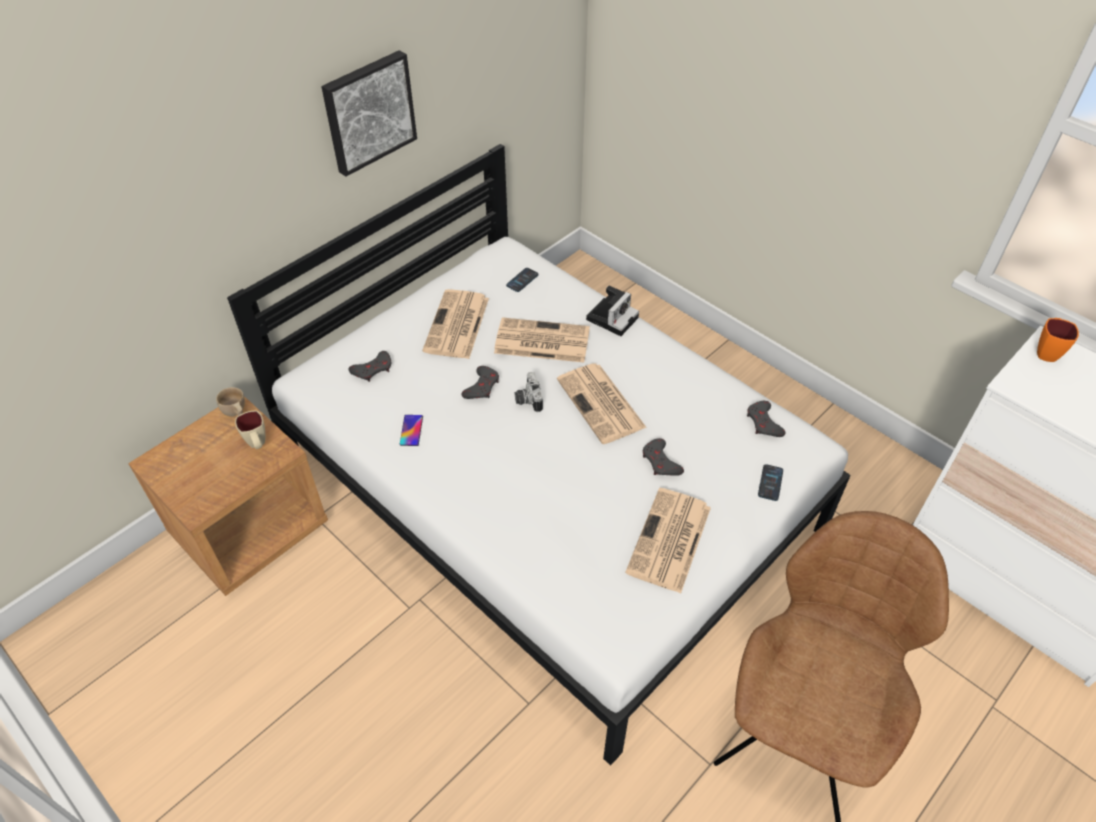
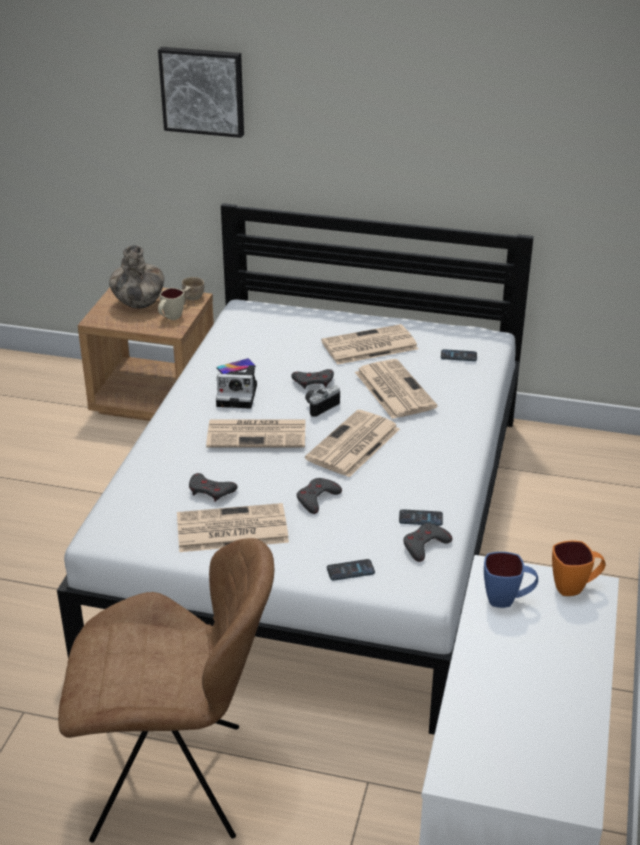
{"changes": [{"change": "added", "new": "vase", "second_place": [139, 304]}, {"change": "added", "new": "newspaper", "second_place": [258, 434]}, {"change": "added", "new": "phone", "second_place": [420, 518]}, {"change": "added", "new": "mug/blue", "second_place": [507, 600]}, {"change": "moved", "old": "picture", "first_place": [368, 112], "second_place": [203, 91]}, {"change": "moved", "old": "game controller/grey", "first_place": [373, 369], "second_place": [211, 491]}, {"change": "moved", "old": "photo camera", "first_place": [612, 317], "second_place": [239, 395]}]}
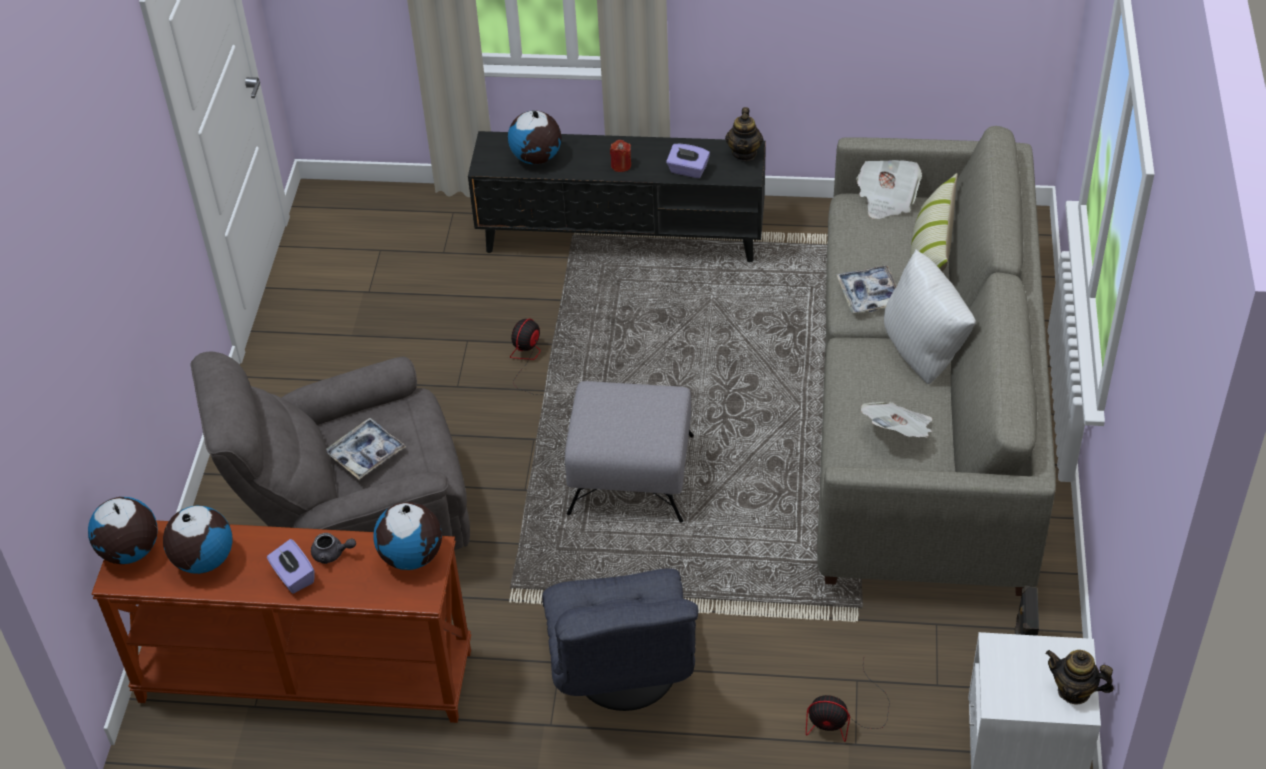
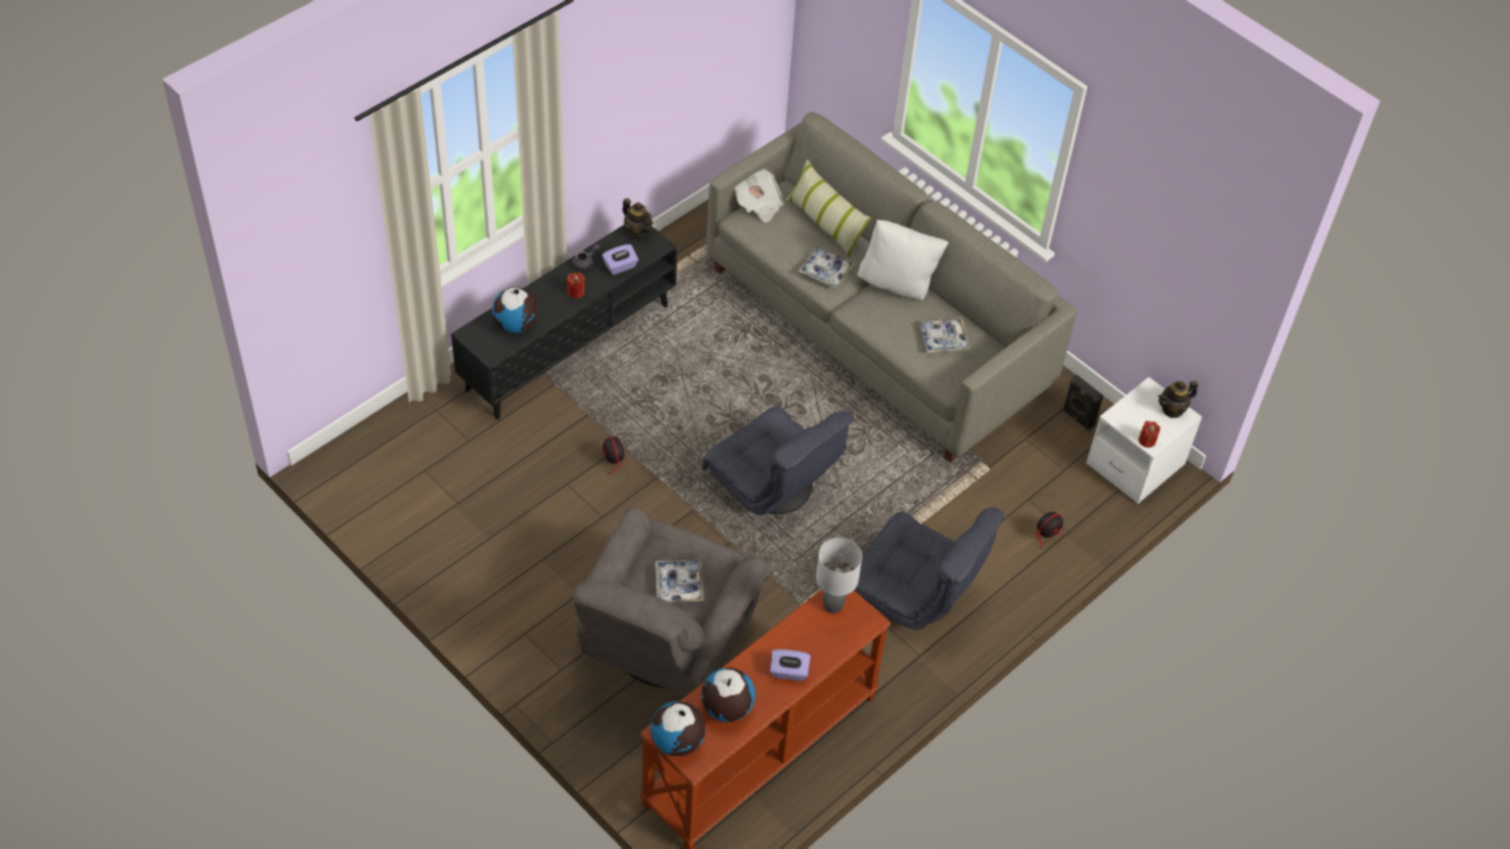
{"changes": [{"change": "added", "new": "candle/red", "second_place": [1147, 440]}, {"change": "moved", "old": "teapot/grey", "first_place": [332, 554], "second_place": [585, 263]}, {"change": "replaced", "old": "globe", "new": "table lamp/grey", "first_place": [412, 556], "second_place": [833, 605]}, {"change": "replaced", "old": "ottoman/grey", "new": "armchair/grey", "first_place": [630, 474], "second_place": [773, 486]}, {"change": "replaced", "old": "newspaper", "new": "tray", "first_place": [898, 432], "second_place": [943, 339]}]}
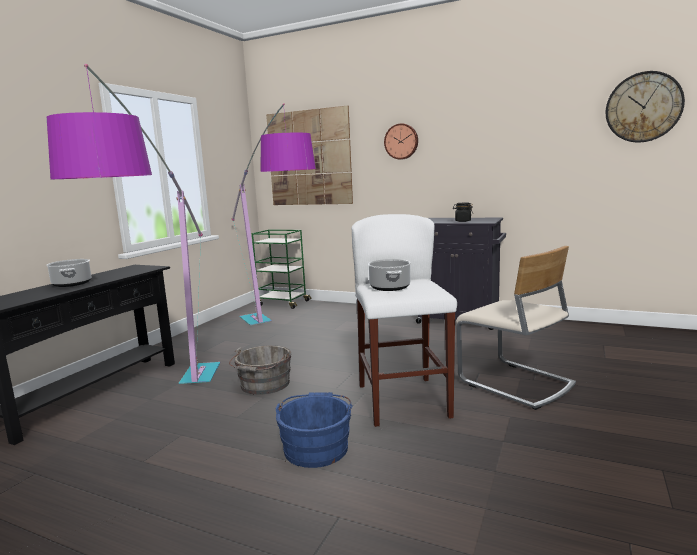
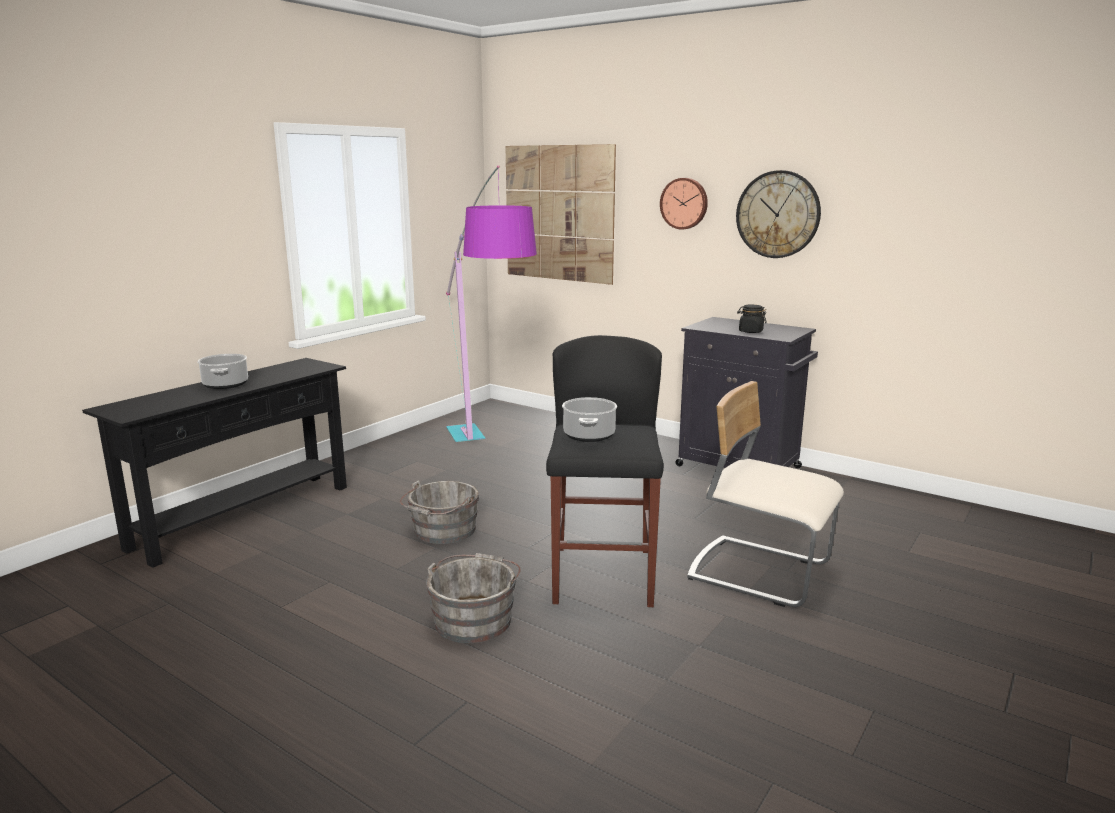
{"changes": [{"change": "removed", "old": "floor lamp", "first_place": [175, 414]}, {"change": "removed", "old": "cart/green", "first_place": [282, 303]}, {"change": "moved", "old": "wall clock", "first_place": [643, 107], "second_place": [778, 214]}, {"change": "recoloured", "old": "bucket/blue", "new": "bucket/grey", "first_place": [316, 446], "second_place": [474, 618]}, {"change": "recoloured", "old": "stool/white", "new": "stool/black", "first_place": [403, 401], "second_place": [603, 576]}, {"change": "turned", "old": "chair/beige", "first_place": [515, 383], "second_place": [759, 572], "degrees": 150}]}
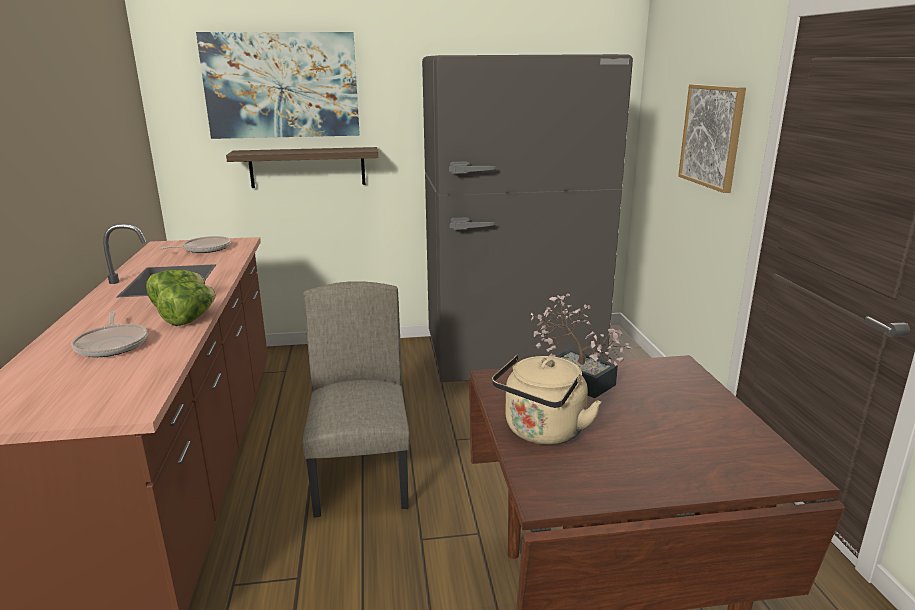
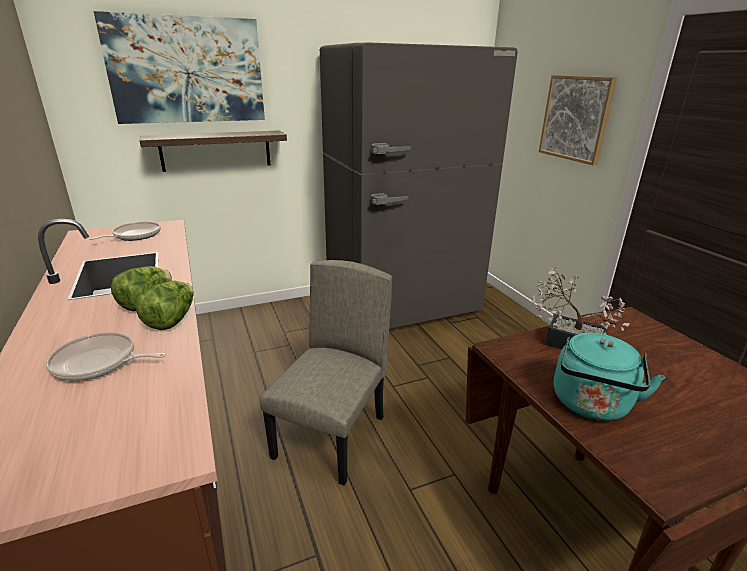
{"changes": [{"change": "recoloured", "old": "kettle/beige", "new": "kettle/turquoise", "first_place": [542, 432], "second_place": [591, 405]}, {"change": "turned", "old": "frying pan", "first_place": [113, 344], "second_place": [98, 362], "degrees": 135}, {"change": "turned", "old": "chair/beige", "first_place": [363, 478], "second_place": [331, 437], "degrees": 45}]}
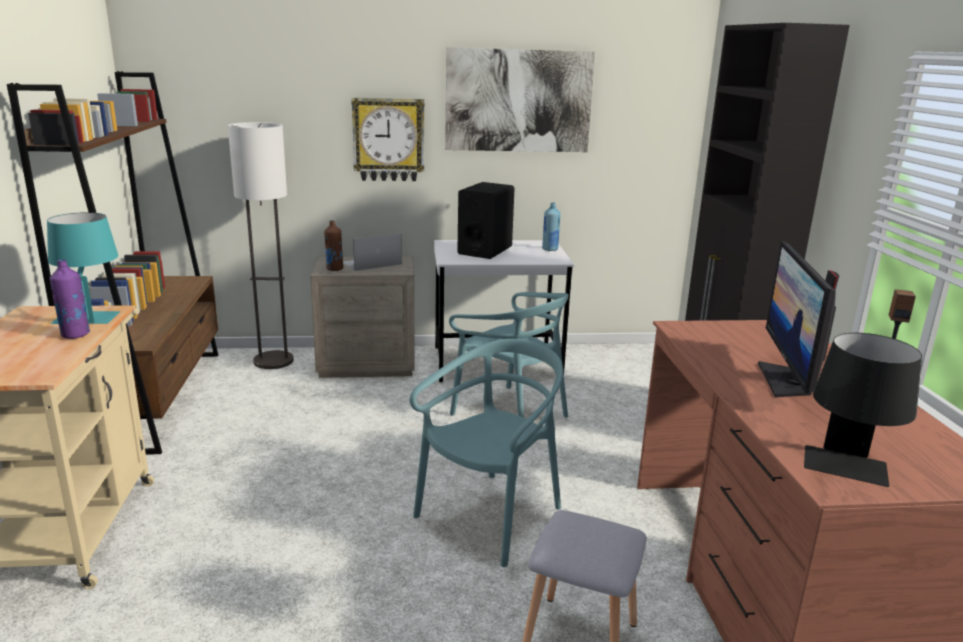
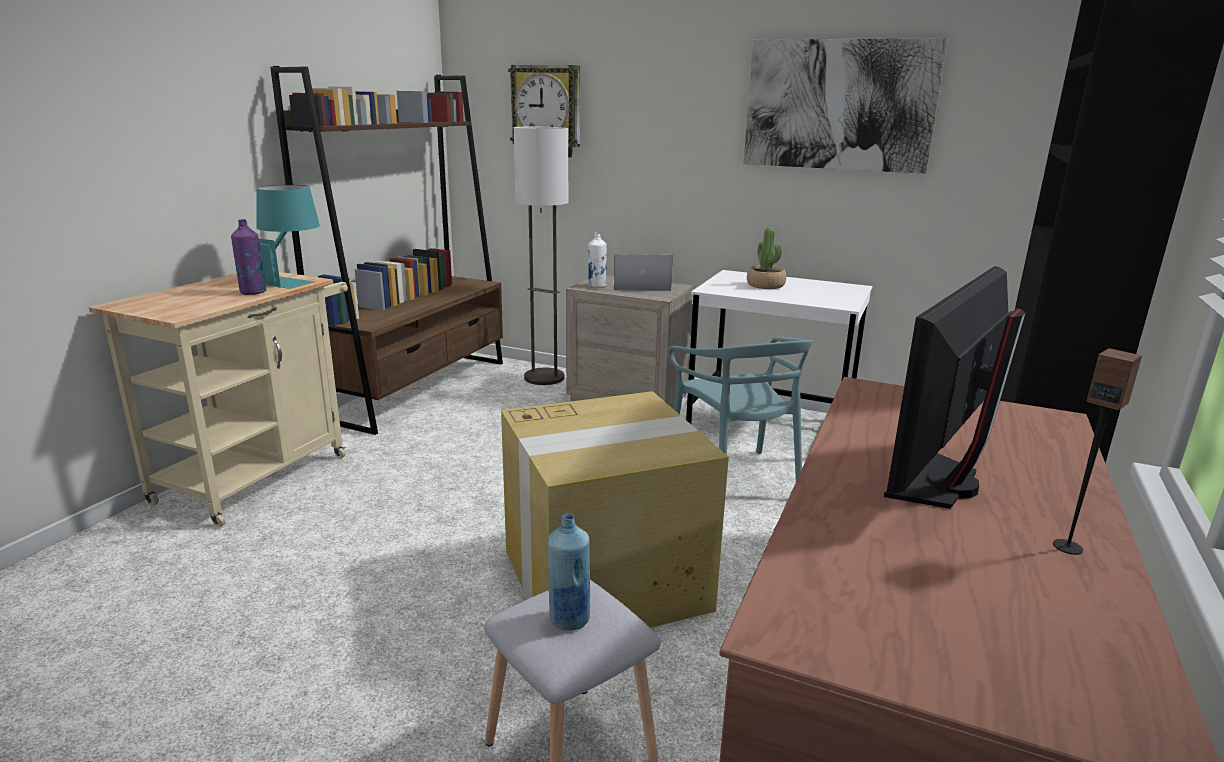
{"changes": [{"change": "removed", "old": "table lamp/black", "first_place": [846, 473]}, {"change": "moved", "old": "wall clock", "first_place": [388, 139], "second_place": [546, 111]}, {"change": "moved", "old": "bottle/blue", "first_place": [550, 249], "second_place": [569, 619]}, {"change": "replaced", "old": "chair/turquoise", "new": "cardboard box", "first_place": [491, 516], "second_place": [607, 579]}, {"change": "replaced", "old": "speaker/black", "new": "potted plant", "first_place": [485, 250], "second_place": [765, 285]}, {"change": "recoloured", "old": "bottle/brown", "new": "bottle/white", "first_place": [334, 269], "second_place": [597, 286]}]}
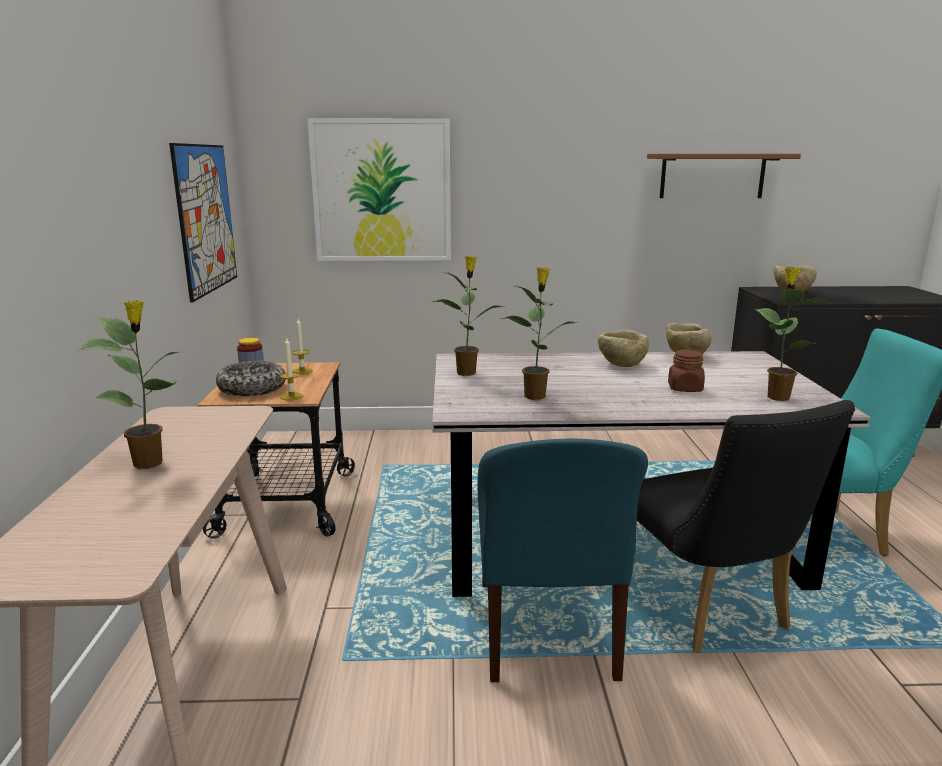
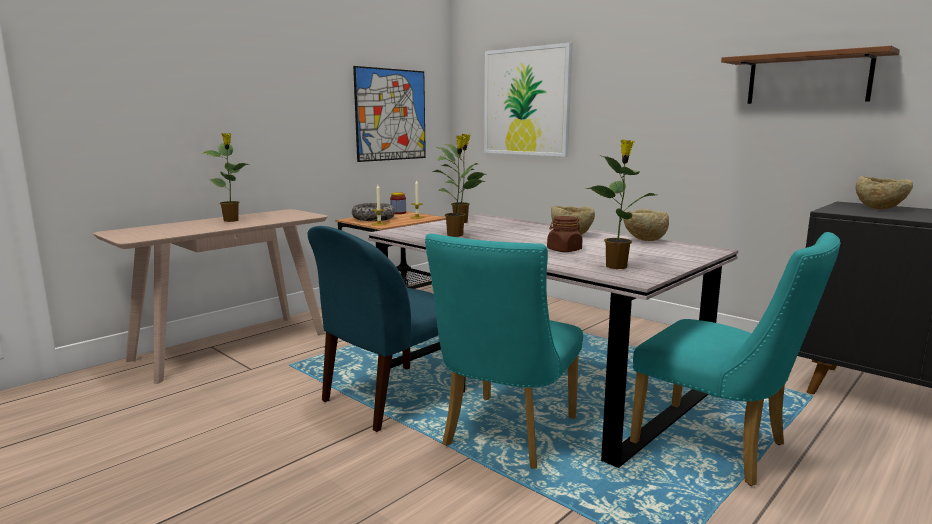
{"changes": [{"change": "recoloured", "old": "chair/black", "new": "chair/turquoise", "first_place": [709, 610], "second_place": [505, 436]}]}
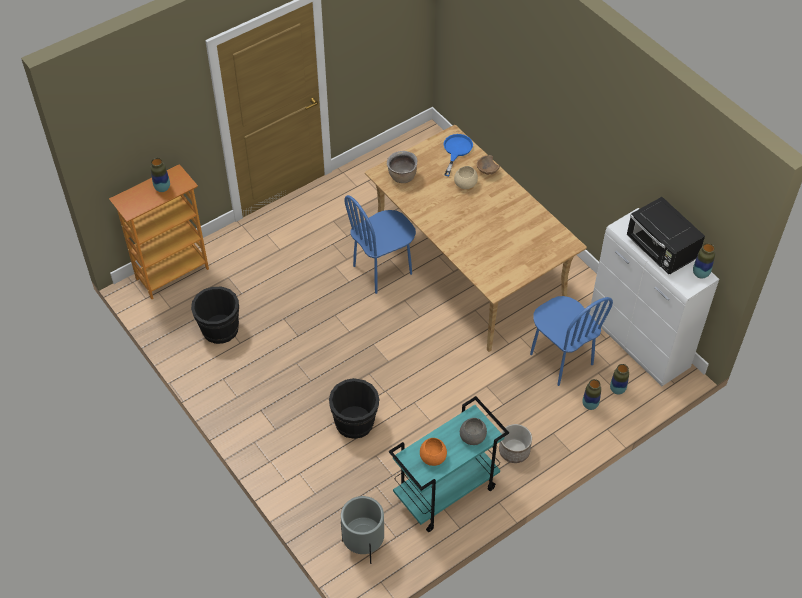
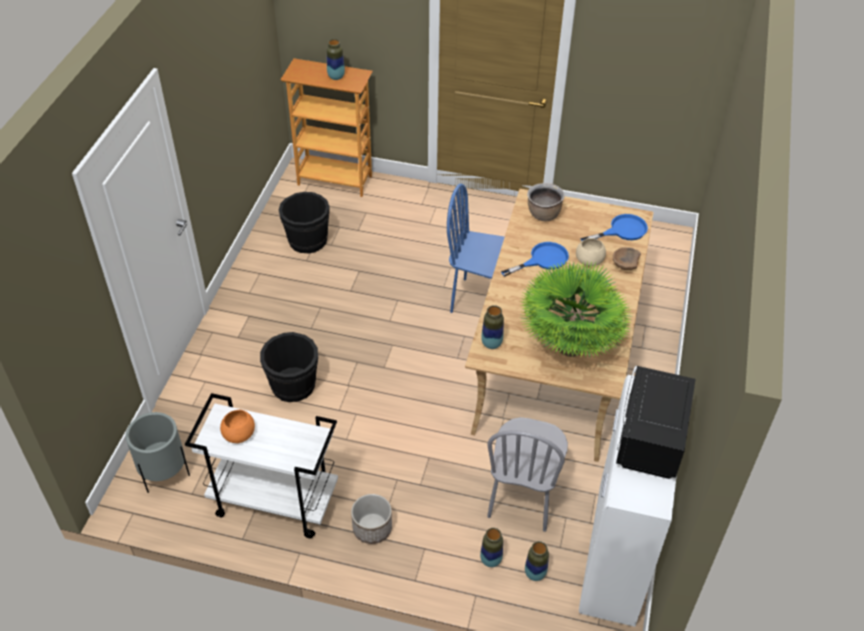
{"changes": [{"change": "removed", "old": "bowl/grey", "first_place": [473, 436]}, {"change": "added", "new": "frying pan/blue", "second_place": [542, 260]}, {"change": "added", "new": "potted plant", "second_place": [570, 346]}, {"change": "moved", "old": "vase", "first_place": [700, 274], "second_place": [491, 344]}, {"change": "recoloured", "old": "cart/turquoise", "new": "cart/white", "first_place": [445, 493], "second_place": [273, 502]}, {"change": "recoloured", "old": "chair/blue", "new": "chair/grey", "first_place": [561, 359], "second_place": [522, 499]}]}
